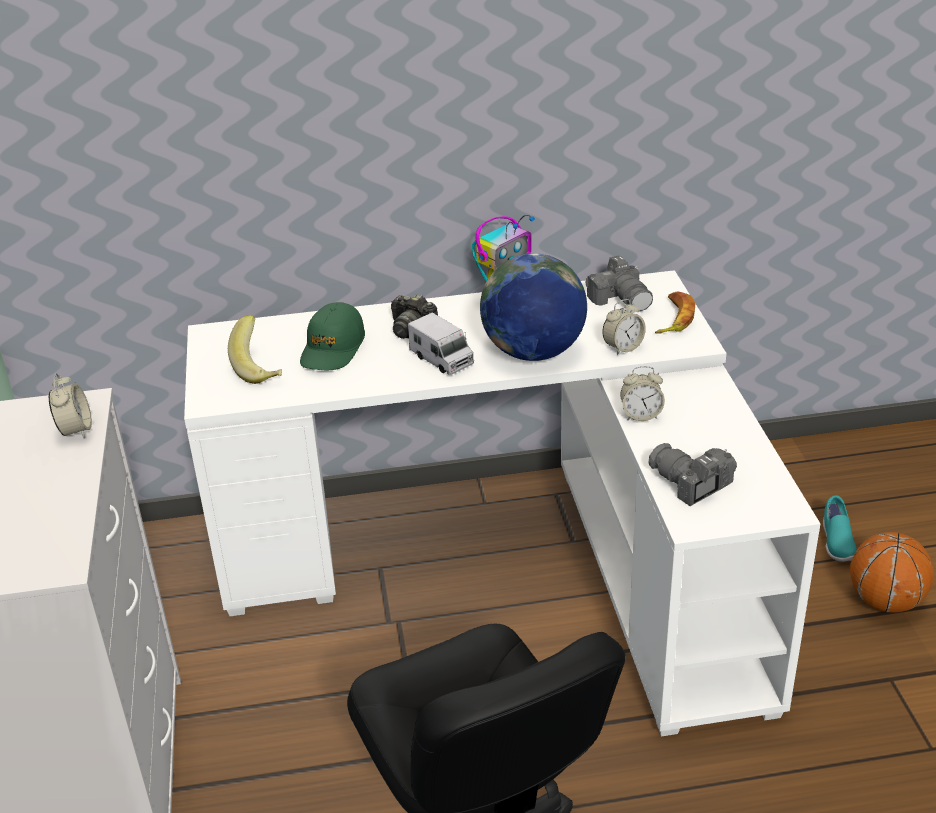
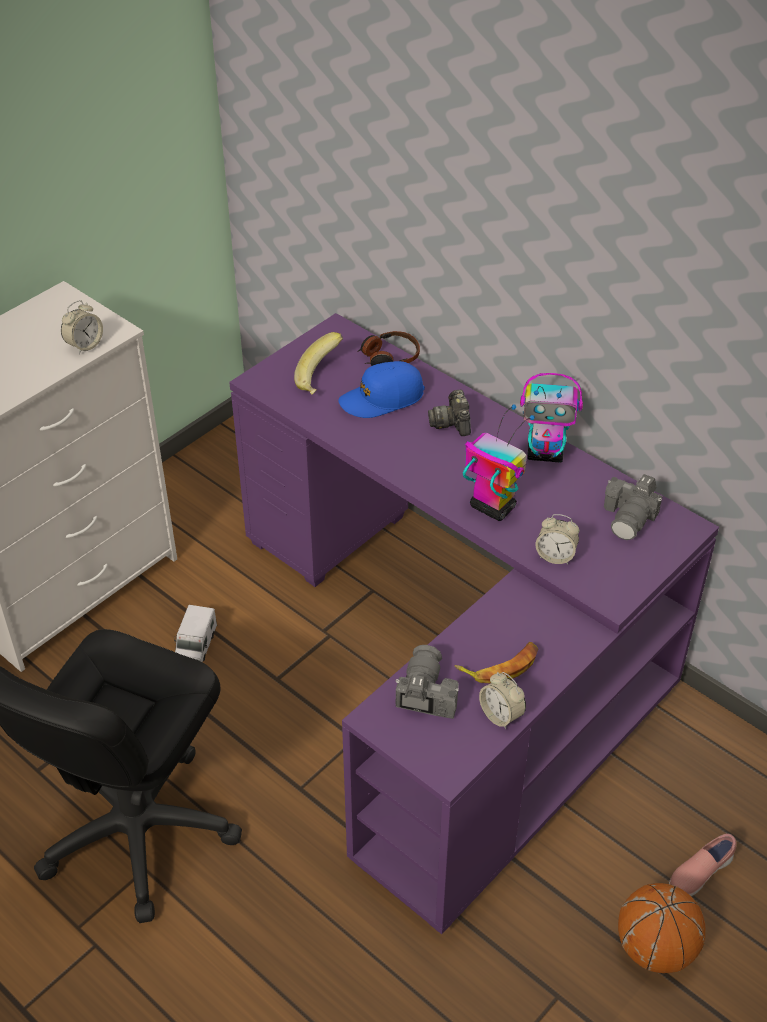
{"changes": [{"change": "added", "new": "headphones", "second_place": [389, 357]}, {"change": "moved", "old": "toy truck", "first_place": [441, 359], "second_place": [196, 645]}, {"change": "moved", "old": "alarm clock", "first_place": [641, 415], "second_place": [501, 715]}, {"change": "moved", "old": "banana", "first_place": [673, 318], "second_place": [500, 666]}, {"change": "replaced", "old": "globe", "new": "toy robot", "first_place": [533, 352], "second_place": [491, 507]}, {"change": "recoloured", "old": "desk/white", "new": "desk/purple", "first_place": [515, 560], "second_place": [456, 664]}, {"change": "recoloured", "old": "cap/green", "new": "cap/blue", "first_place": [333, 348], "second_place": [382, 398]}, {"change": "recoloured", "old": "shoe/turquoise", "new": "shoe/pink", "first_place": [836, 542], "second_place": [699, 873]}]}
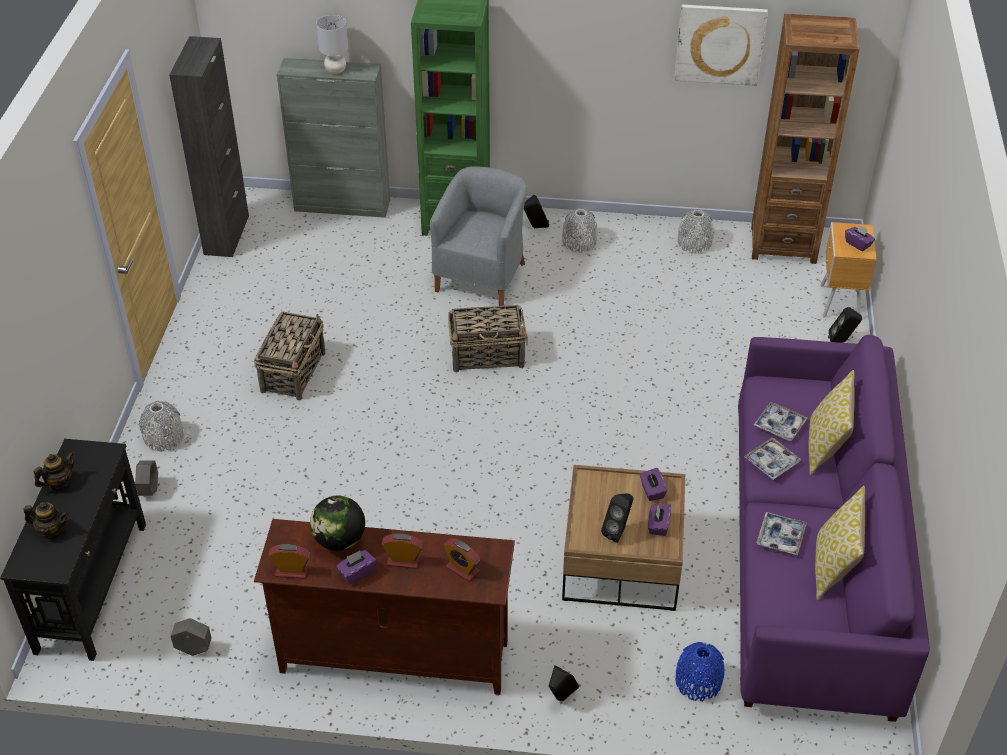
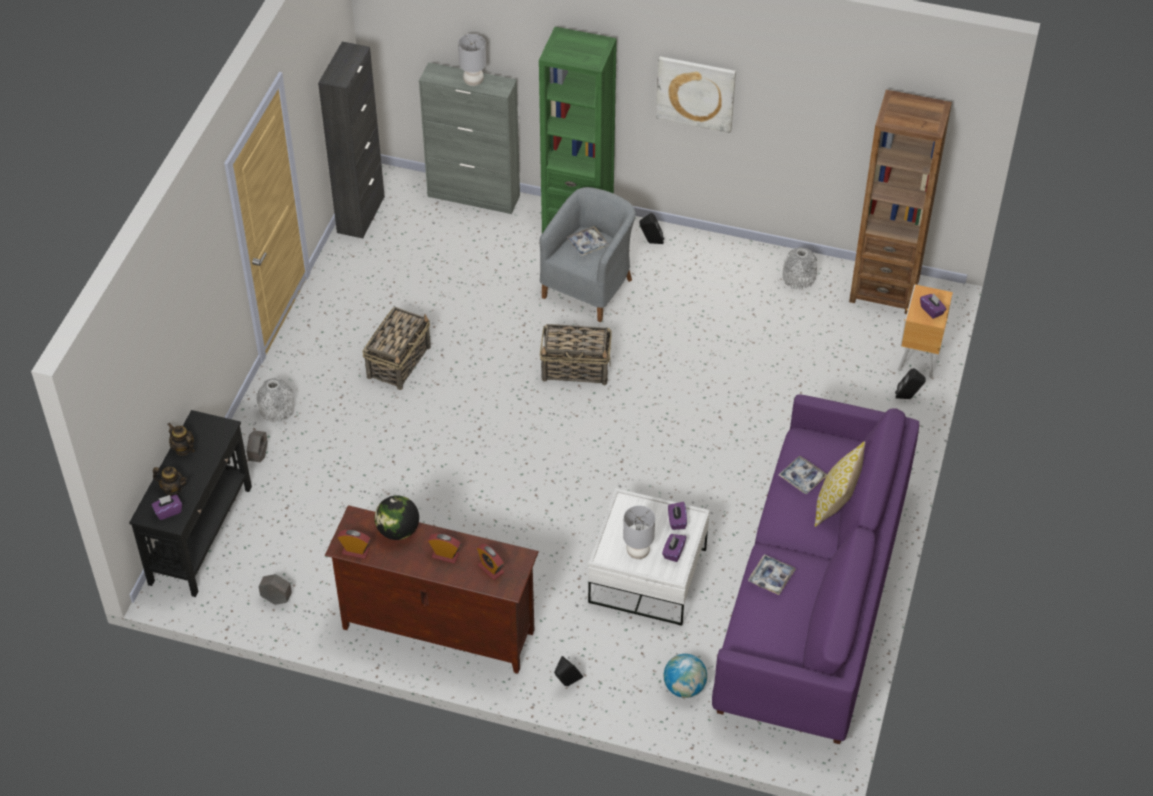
{"changes": [{"change": "removed", "old": "vase/grey", "first_place": [579, 242]}, {"change": "removed", "old": "pillow", "first_place": [833, 568]}, {"change": "moved", "old": "tissue box/purple", "first_place": [357, 573], "second_place": [168, 511]}, {"change": "moved", "old": "picture", "first_place": [720, 44], "second_place": [696, 93]}, {"change": "moved", "old": "tray", "first_place": [771, 462], "second_place": [587, 244]}, {"change": "replaced", "old": "speaker/black", "new": "table lamp/grey", "first_place": [618, 531], "second_place": [638, 552]}, {"change": "replaced", "old": "vase/blue", "new": "globe", "first_place": [698, 682], "second_place": [684, 687]}, {"change": "recoloured", "old": "coffee table/brown", "new": "coffee table/white", "first_place": [622, 561], "second_place": [648, 576]}, {"change": "turned", "old": "teapot", "first_place": [59, 483], "second_place": [183, 449], "degrees": -105}]}
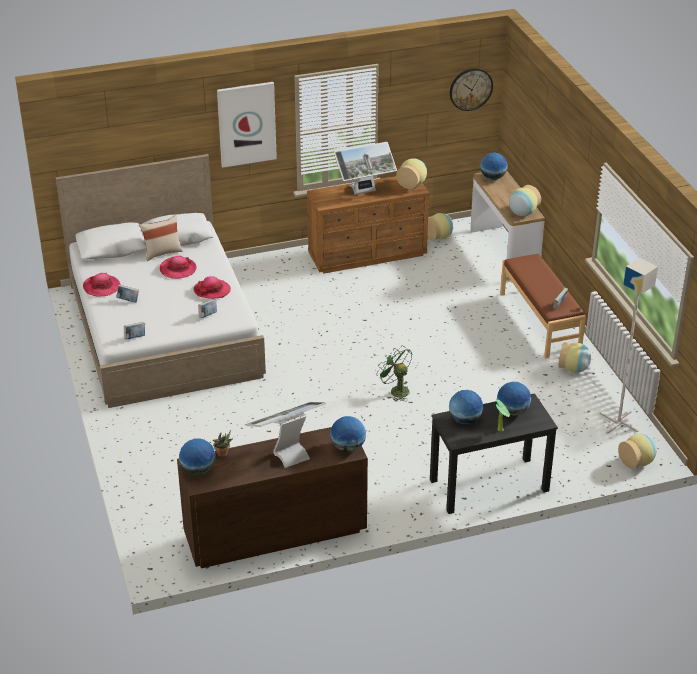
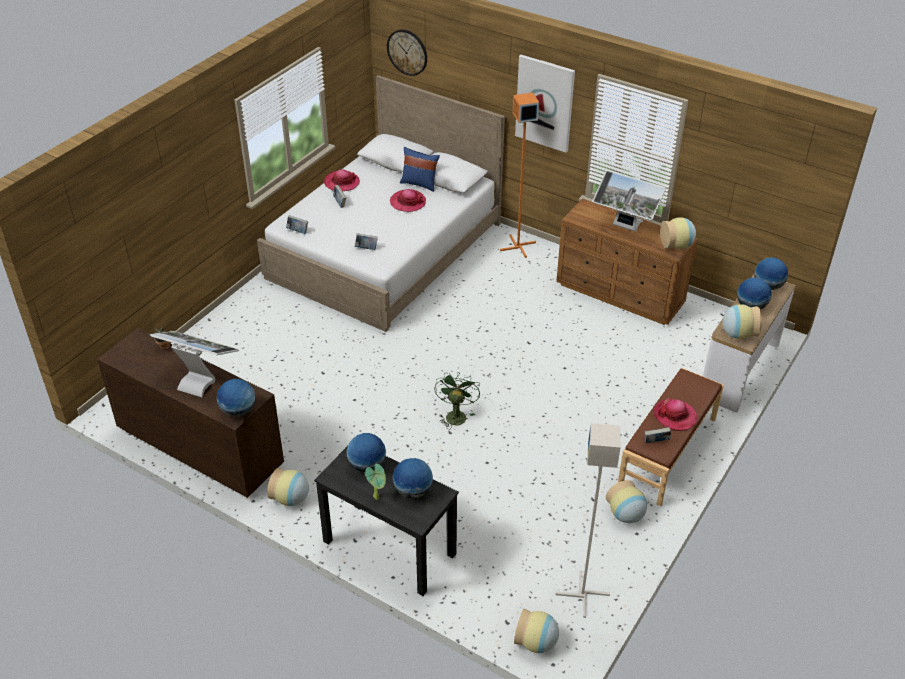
{"changes": [{"change": "added", "new": "floor lamp/orange", "second_place": [517, 246]}, {"change": "moved", "old": "globe", "first_place": [198, 470], "second_place": [751, 306]}, {"change": "moved", "old": "hat", "first_place": [212, 290], "second_place": [675, 416]}, {"change": "moved", "old": "vase", "first_place": [439, 237], "second_place": [291, 499]}, {"change": "moved", "old": "wall clock", "first_place": [471, 89], "second_place": [407, 52]}, {"change": "recoloured", "old": "pillow/beige", "new": "pillow/blue", "first_place": [162, 253], "second_place": [419, 184]}]}
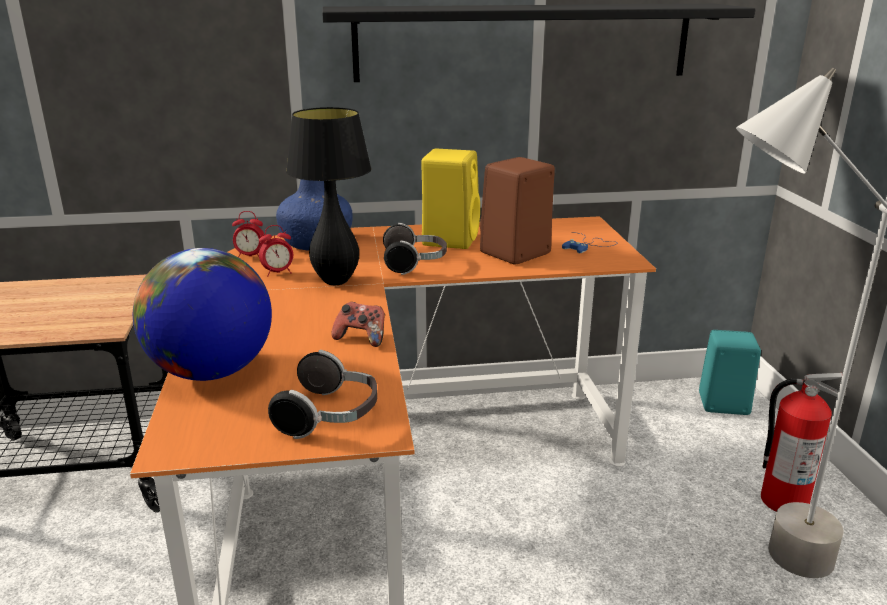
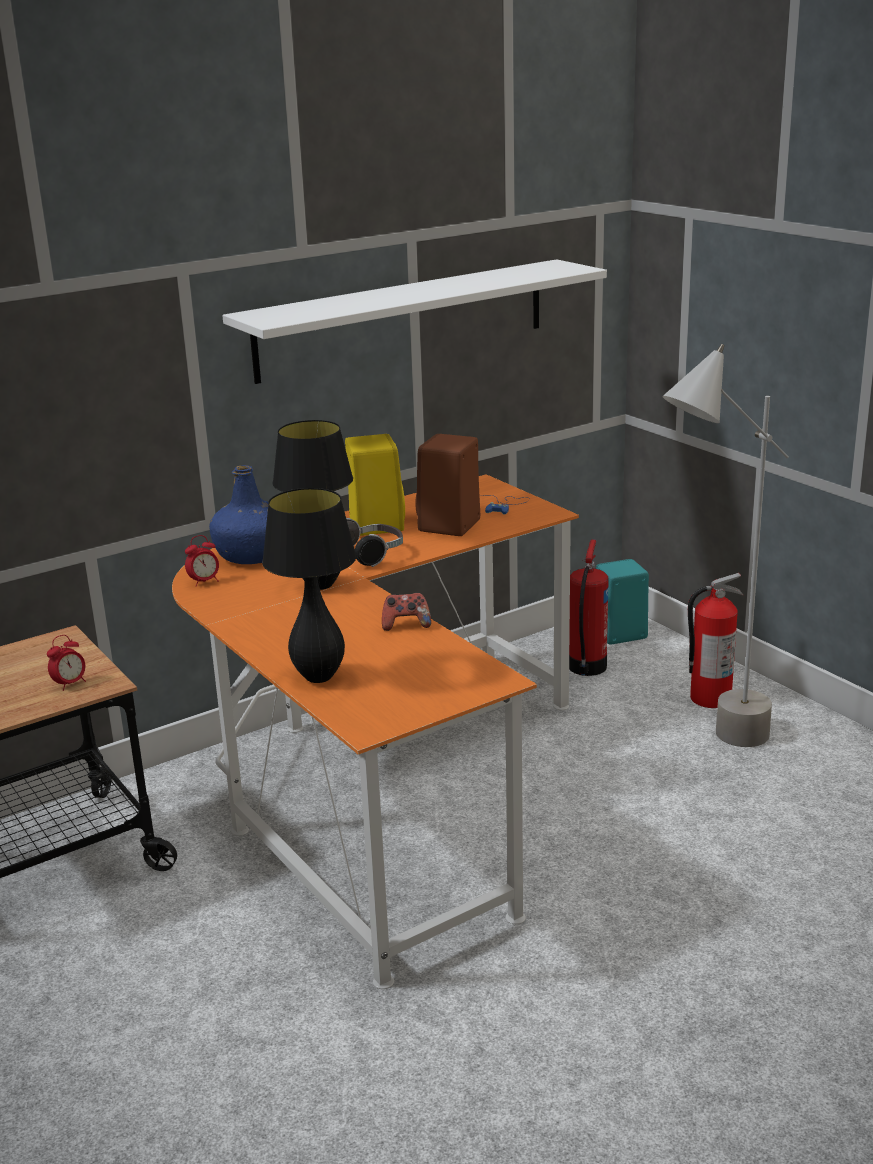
{"changes": [{"change": "removed", "old": "headphones", "first_place": [330, 416]}, {"change": "added", "new": "fire extinguisher", "second_place": [586, 668]}, {"change": "moved", "old": "alarm clock", "first_place": [278, 273], "second_place": [70, 684]}, {"change": "replaced", "old": "globe", "new": "table lamp/black", "first_place": [212, 372], "second_place": [318, 677]}, {"change": "recoloured", "old": "shelf/black", "new": "shelf/white", "first_place": [523, 42], "second_place": [403, 319]}]}
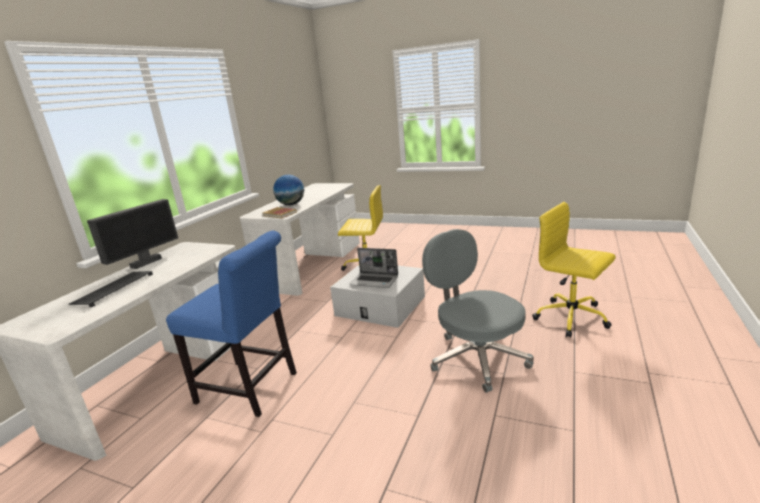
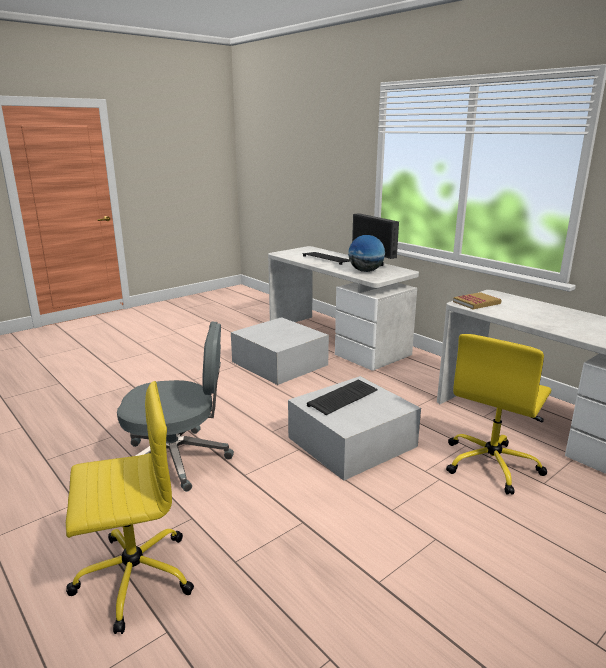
{"changes": [{"change": "moved", "old": "globe", "first_place": [291, 204], "second_place": [365, 271]}, {"change": "replaced", "old": "chair/blue", "new": "storage box/white", "first_place": [251, 389], "second_place": [279, 363]}, {"change": "replaced", "old": "laptop", "new": "keyboard", "first_place": [375, 281], "second_place": [343, 399]}]}
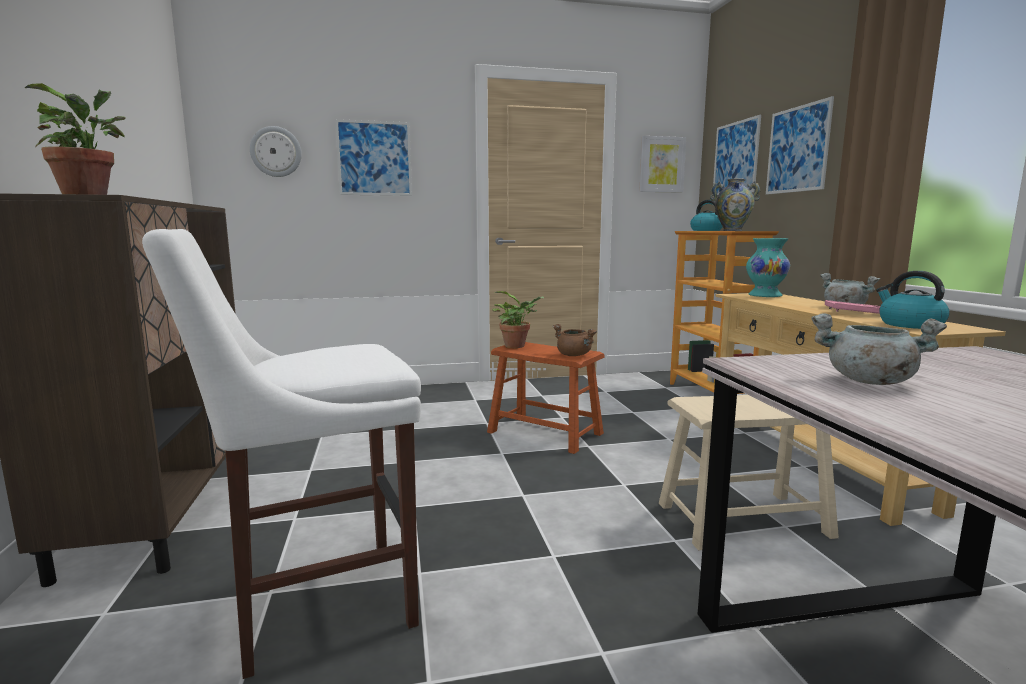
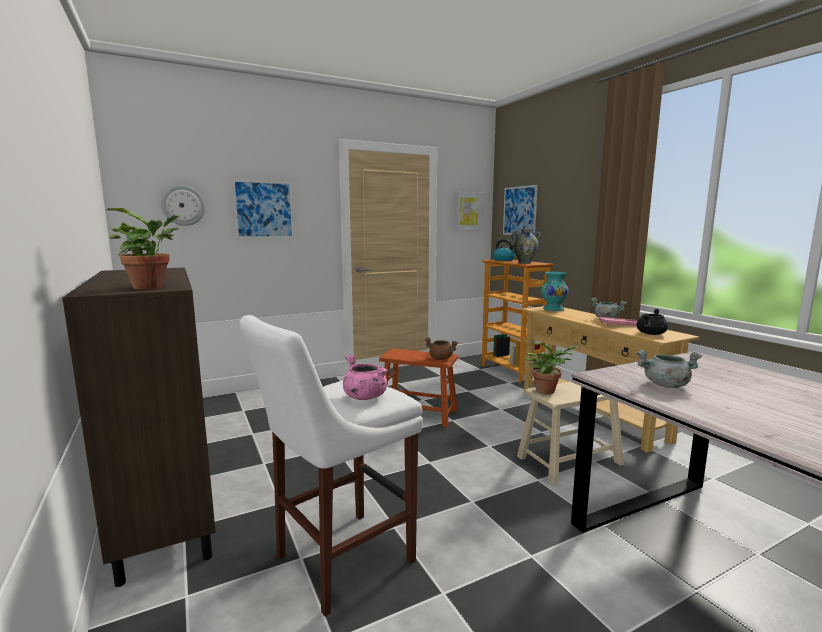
{"changes": [{"change": "removed", "old": "picture", "first_place": [797, 149]}, {"change": "added", "new": "cooking pot/pink", "second_place": [364, 397]}, {"change": "moved", "old": "potted plant", "first_place": [517, 346], "second_place": [547, 390]}, {"change": "replaced", "old": "kettle", "new": "cooking pot/black", "first_place": [909, 325], "second_place": [651, 334]}]}
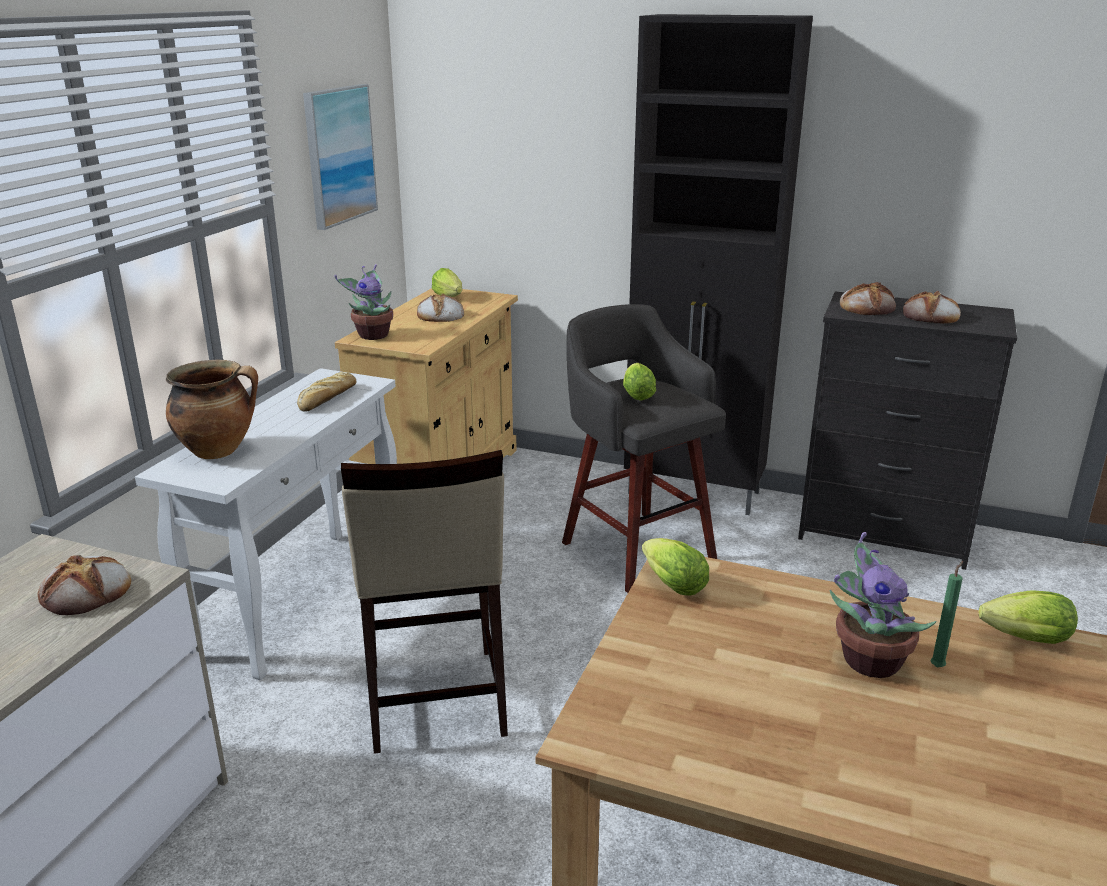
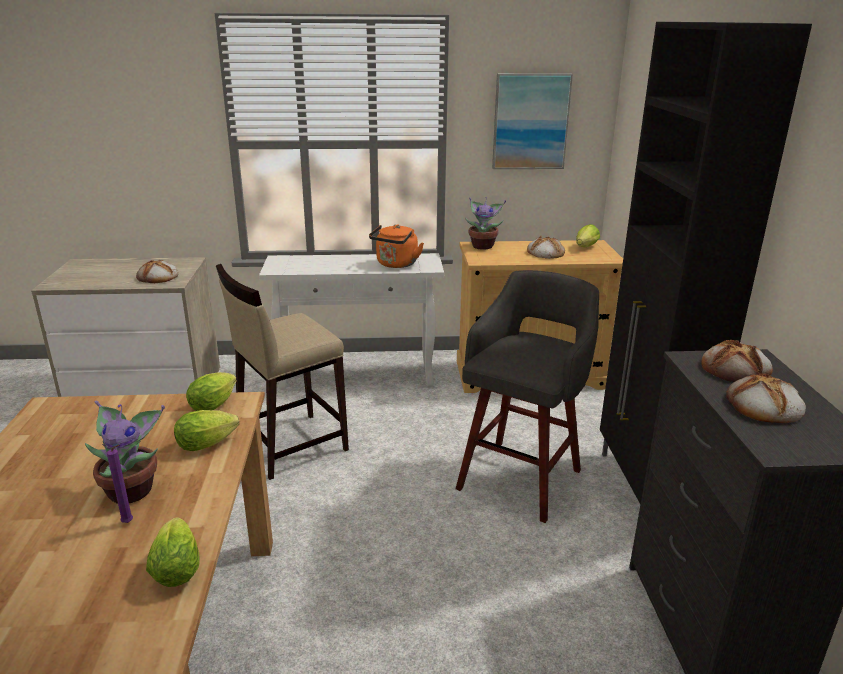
{"changes": [{"change": "removed", "old": "cooking pot", "first_place": [219, 450]}, {"change": "moved", "old": "lettuce", "first_place": [637, 394], "second_place": [210, 443]}, {"change": "replaced", "old": "bread", "new": "kettle/orange", "first_place": [327, 398], "second_place": [396, 264]}, {"change": "recoloured", "old": "candle/green", "new": "candle/purple", "first_place": [938, 666], "second_place": [129, 523]}]}
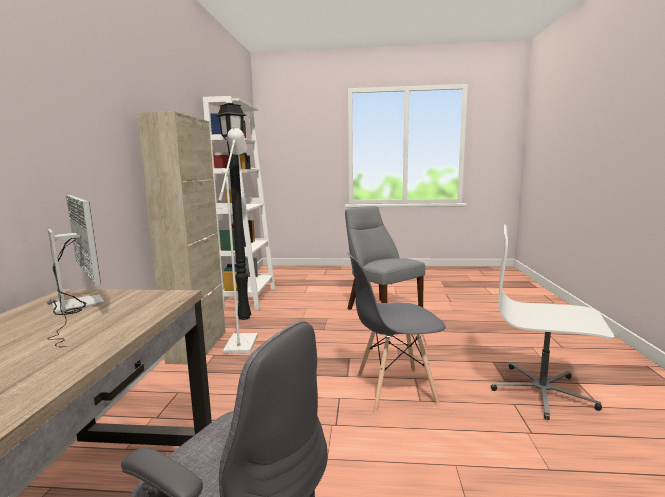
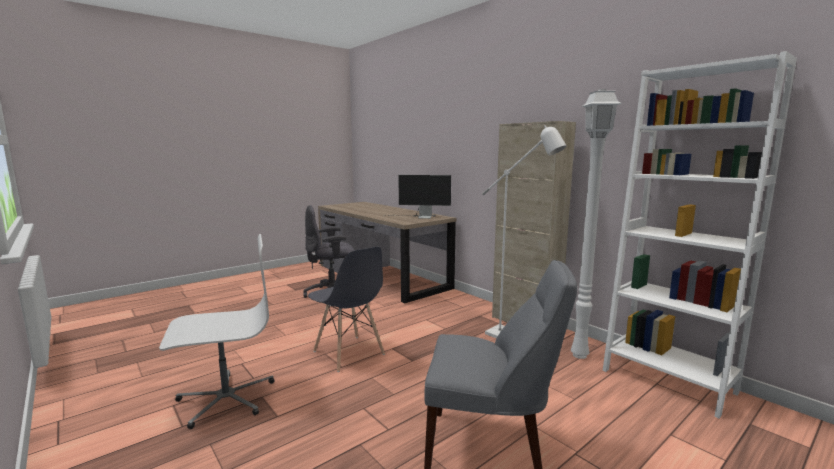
{"changes": [{"change": "recoloured", "old": "floor lamp/black", "new": "floor lamp/white", "first_place": [244, 317], "second_place": [581, 356]}, {"change": "turned", "old": "chair/grey", "first_place": [394, 389], "second_place": [349, 353], "degrees": 105}]}
